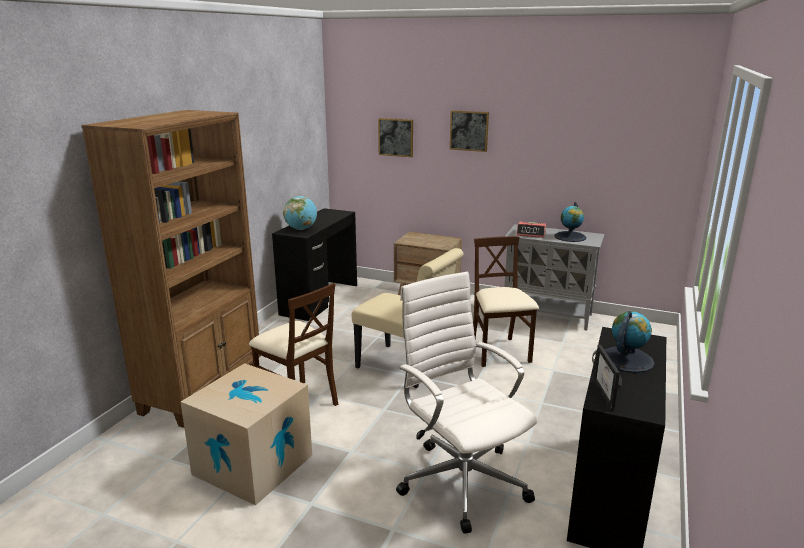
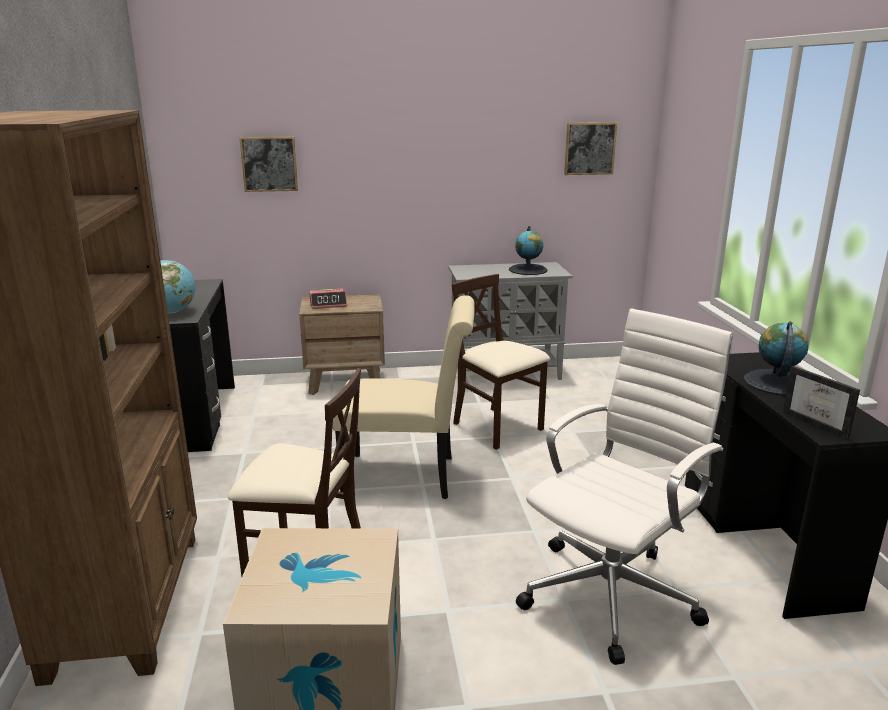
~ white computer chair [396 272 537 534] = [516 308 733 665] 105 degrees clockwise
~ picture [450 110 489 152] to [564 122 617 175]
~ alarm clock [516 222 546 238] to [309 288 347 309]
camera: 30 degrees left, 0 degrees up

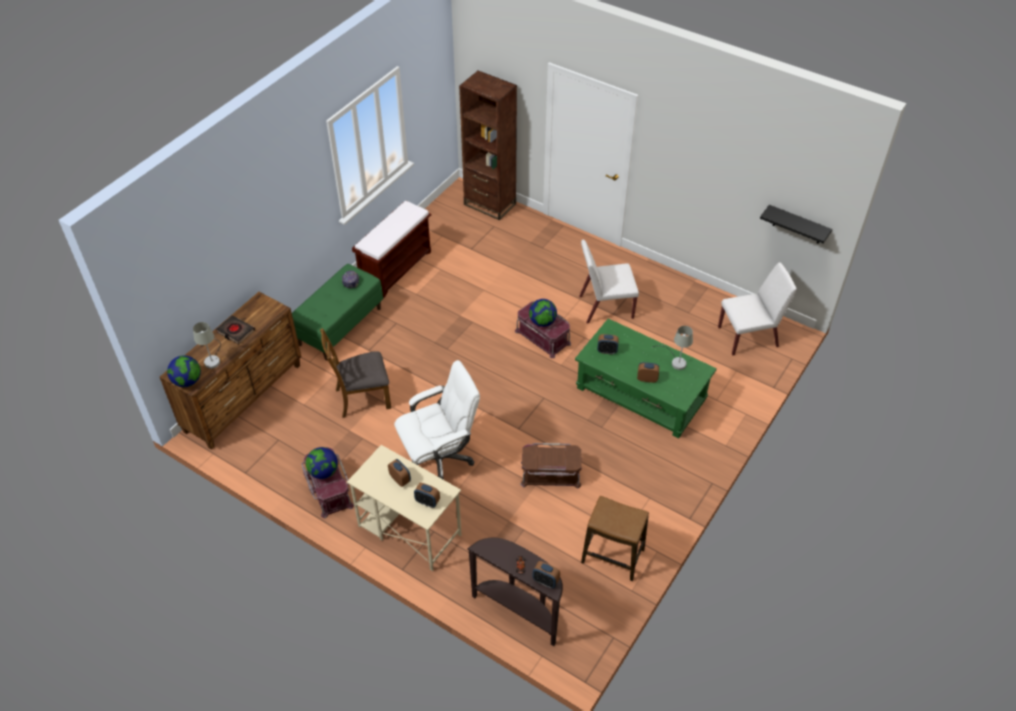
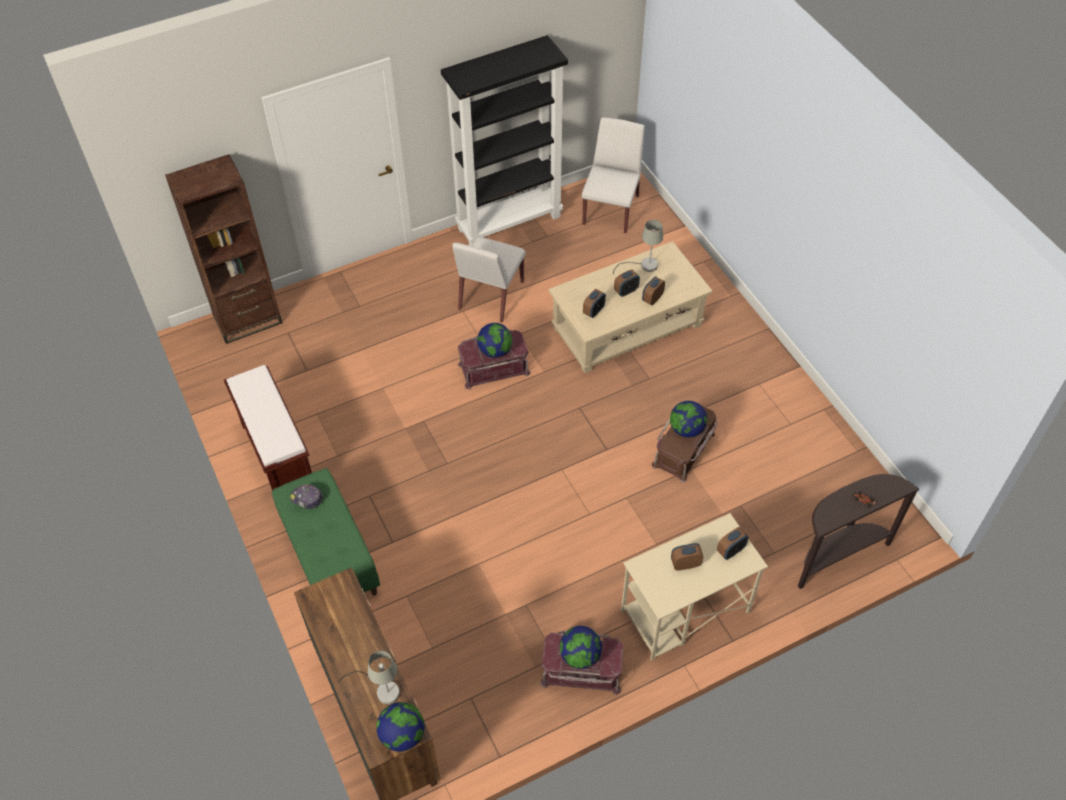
- black volume [216 316 255 344]
- brownish upright chair [320 328 391 418]
- white computer chair [394 360 480 480]
~ alarm clock [533 561 560 588] to [614 269 640 297]
~ greenish low table [575 319 717 438] to beige low table [548 241 713 373]
- sitting stool [581 496 649 581]
- black wall shelf [760 205 832 244]
+ black shelving unit [441 35 568 246]
+ desk globe [670 401 707 438]
camera: 60 degrees left, 5 degrees up

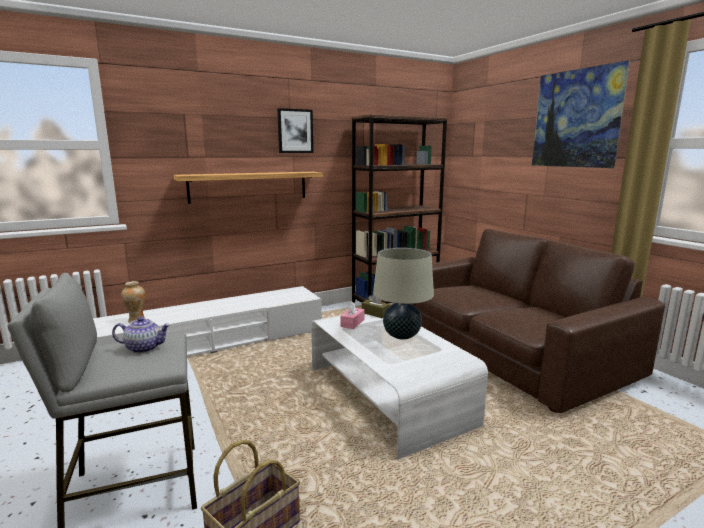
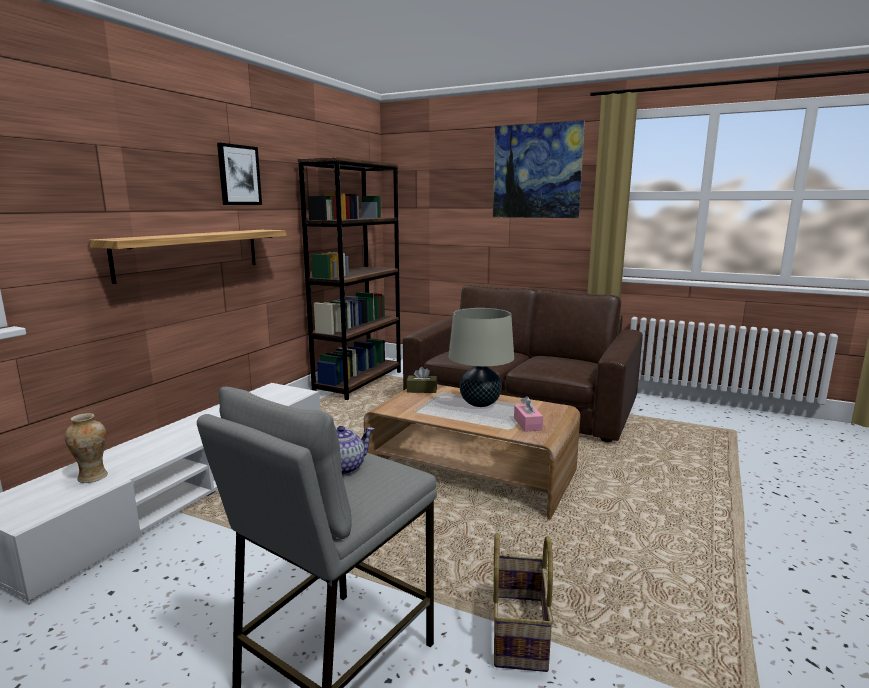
~ white low table [311 314 488 459] to brownish low table [364 385 580 520]
~ pink box of tissues [340 302 365 329] to [514 396 543 432]
camera: 35 degrees left, 0 degrees up

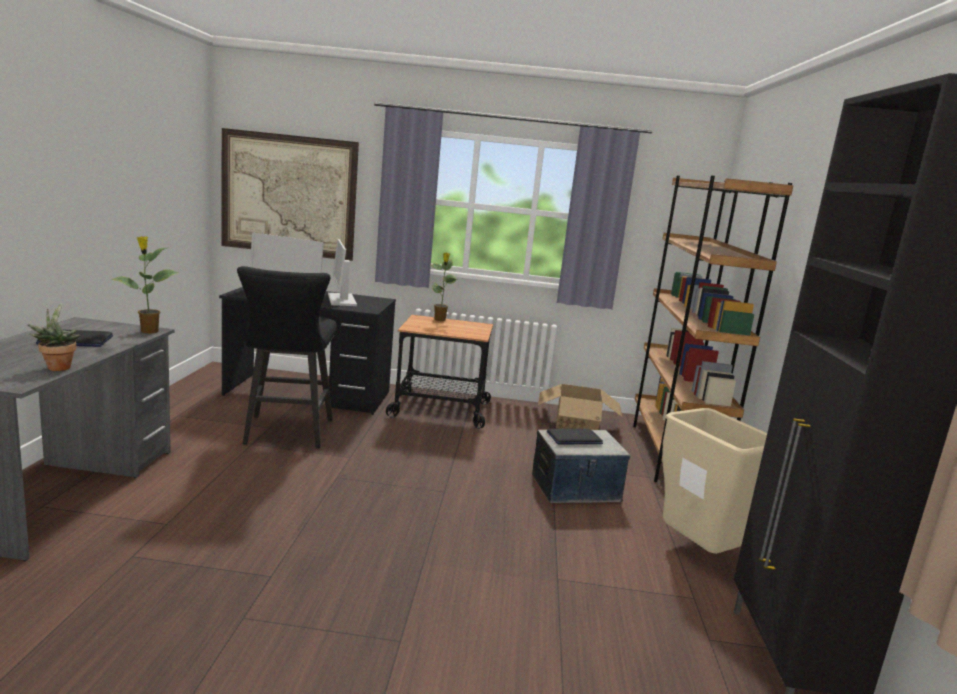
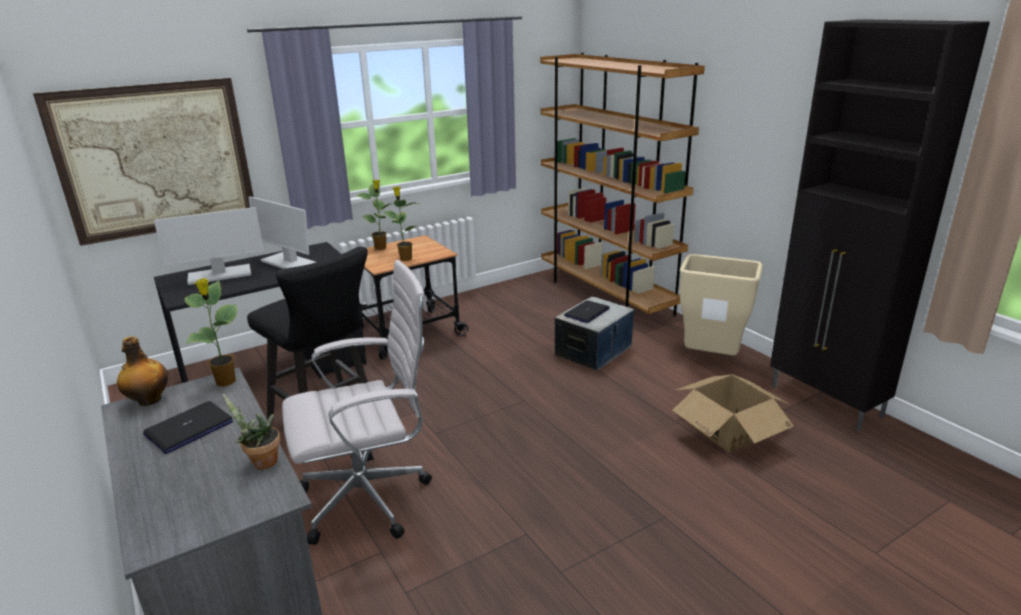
~ packing box [538 384 622 430] to [672 375 794 452]
+ beverage bottle [117 336 168 406]
+ white computer chair [282 260 432 545]
+ plant in a pot [382 186 419 261]
camera: 35 degrees left, 10 degrees up

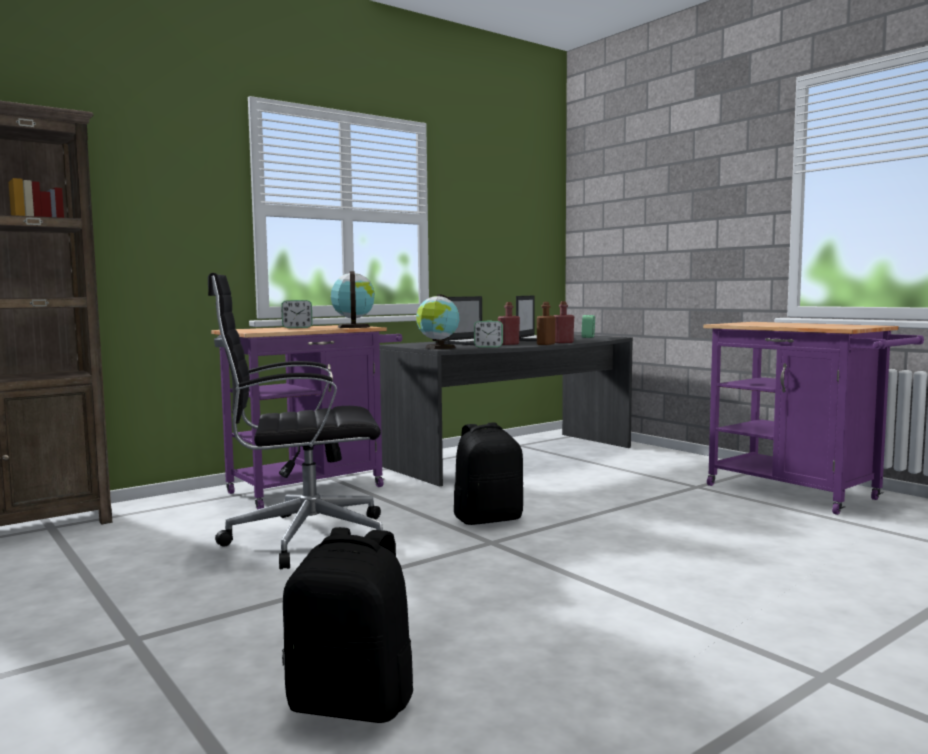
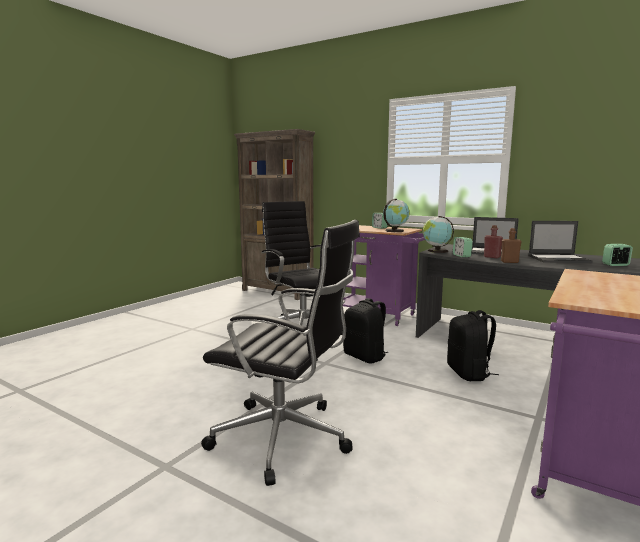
~ black rucksack [282 527 413 723] to [447 310 499 381]
- red-coloured beverage bottle [553 301 574 343]
+ black computer chair [201 220 360 486]
camera: 70 degrees right, 5 degrees up

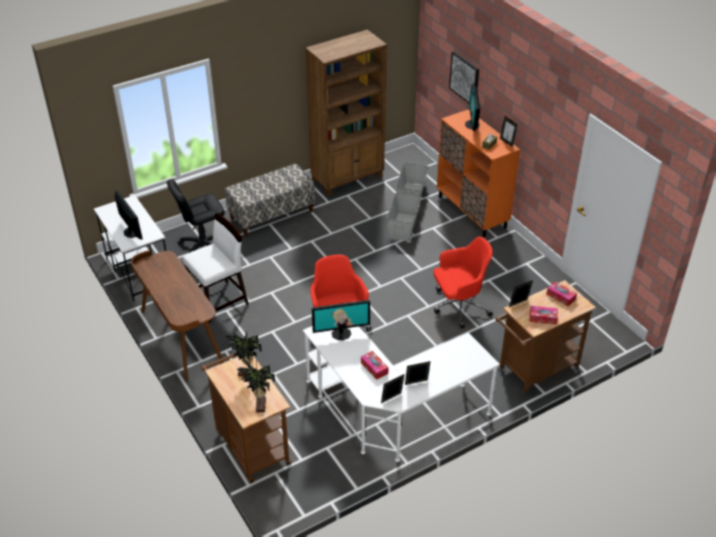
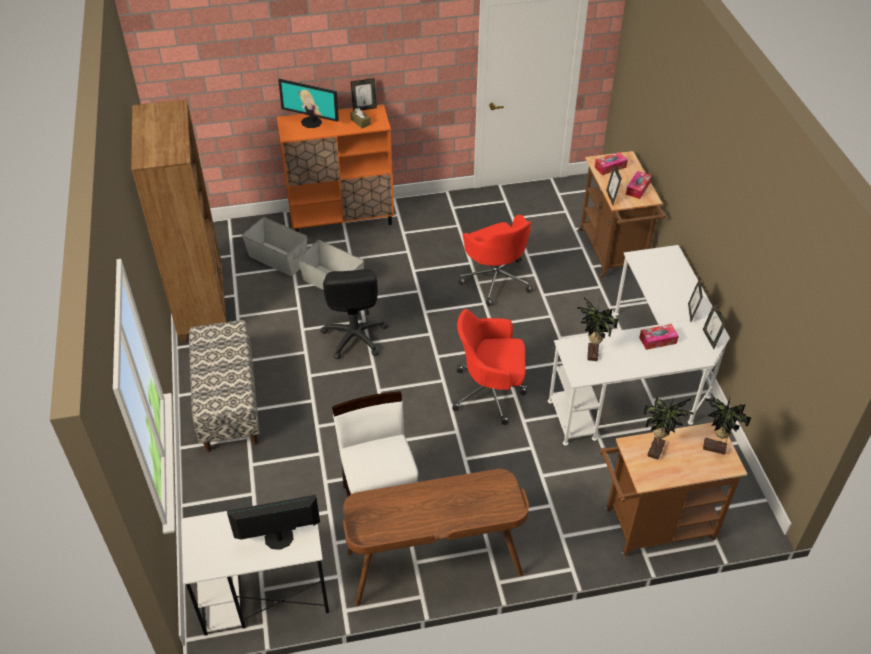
~ black computer chair [167 179 225 253] to [320 269 388 359]
~ computer screen [311 300 370 340] to plant in a pot [577 296 618 361]
~ red-coloured computer chair [433 237 493 329] = [459 214 533 307] 150 degrees clockwise
- picture [449 51 479 103]
camera: 70 degrees left, 5 degrees up

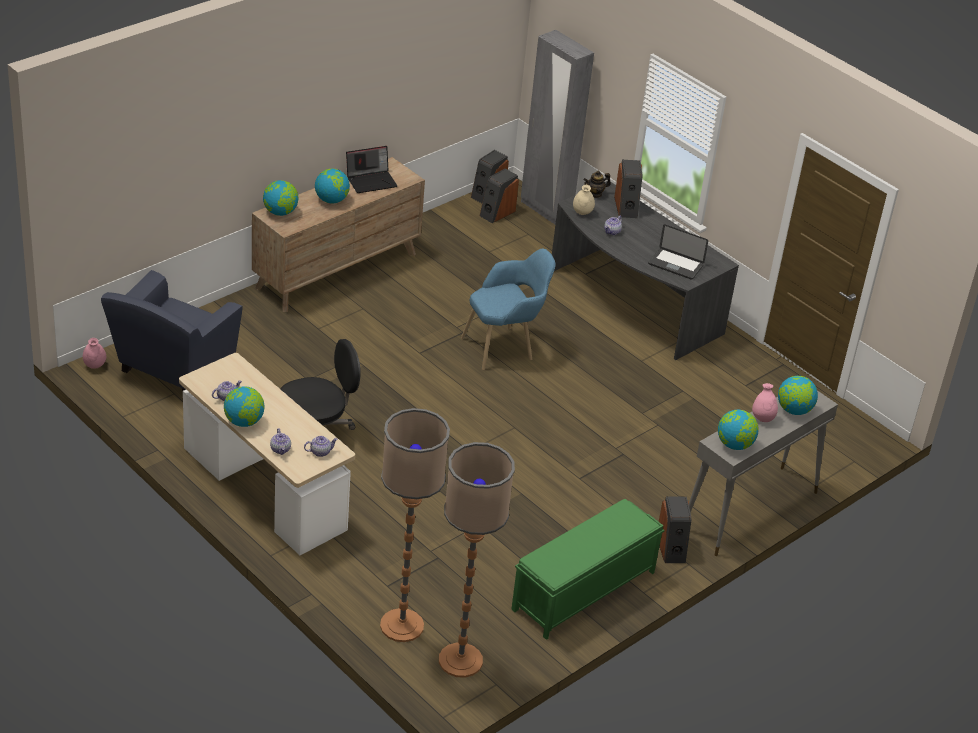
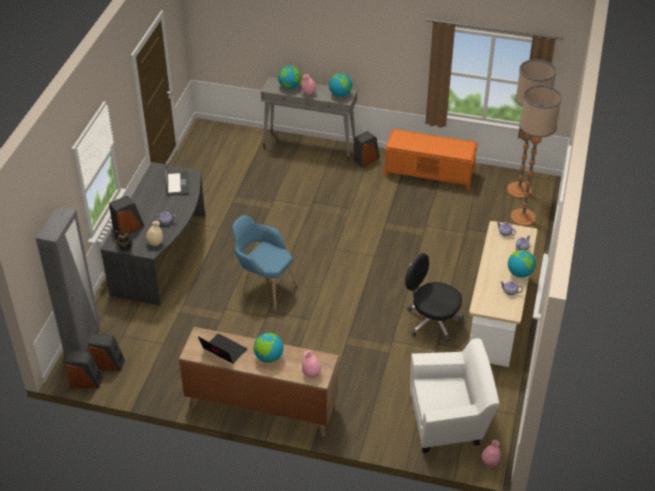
~ blue-coloured lounge chair [101 270 243 391] to white lounge chair [410 338 500 453]
~ desk globe [263 180 298 216] to pink flower vase [302 350 321 378]
~ greenish indoor bench [511 499 664 640] to orange-coloured indoor bench [385 129 478 190]
camera: 120 degrees left, 5 degrees up

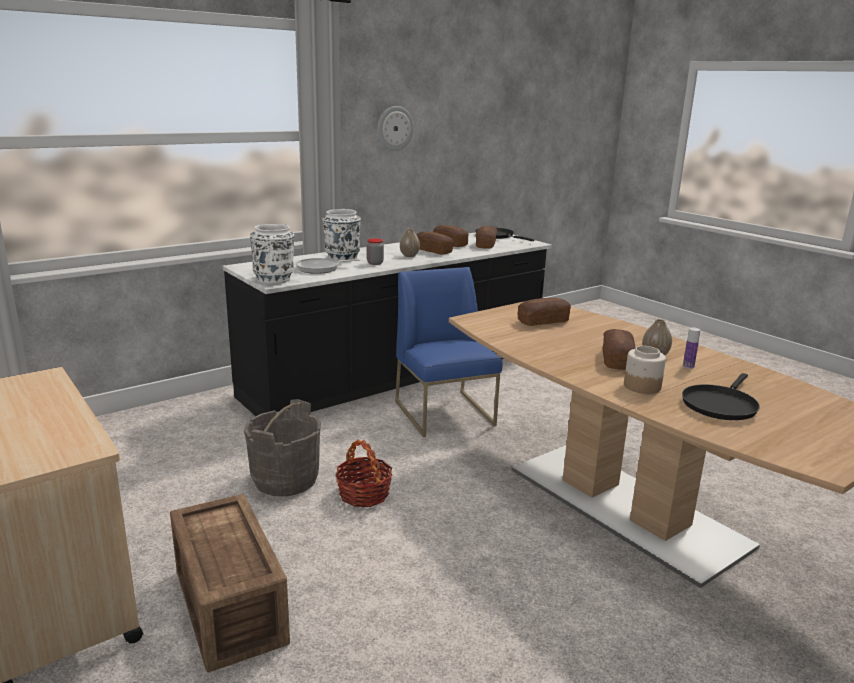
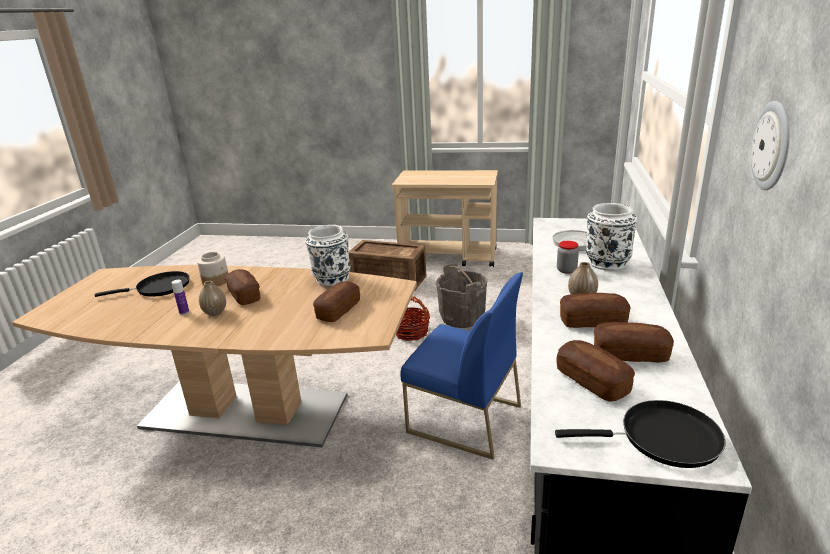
~ white flower vase [250 224 294 284] to [305 225 351 286]
~ black frying pan [682 373 760 420] = [95 271 190 297] 75 degrees clockwise
camera: 140 degrees right, 5 degrees up

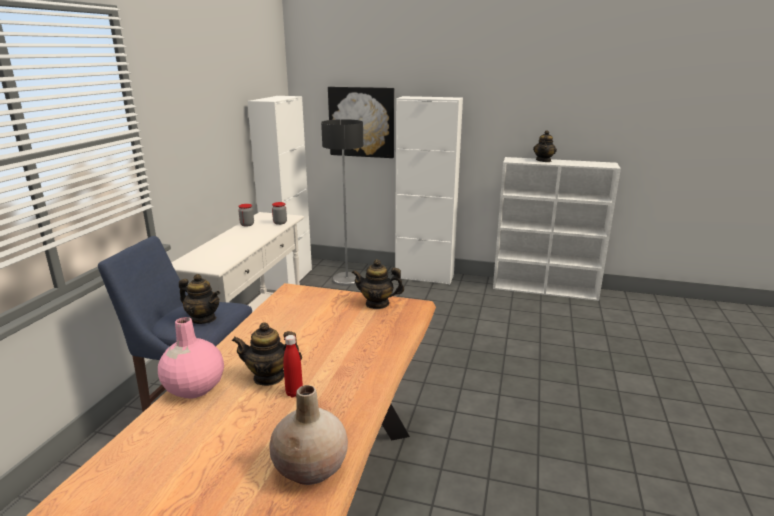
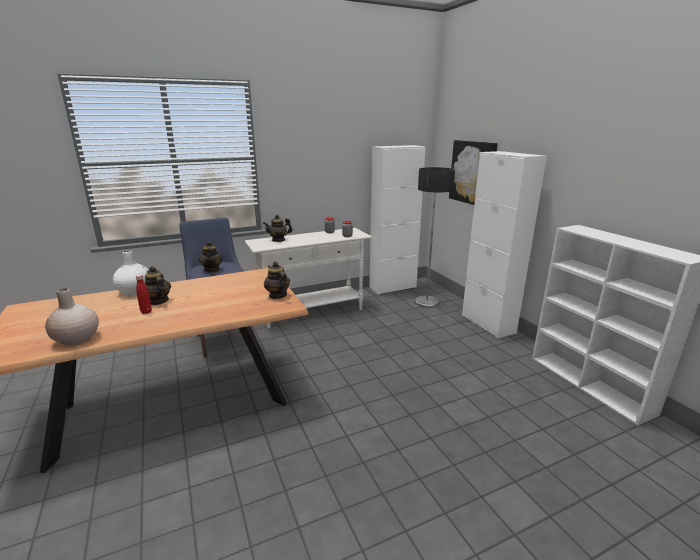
~ pink flower vase [158 317 224 398] to white flower vase [113 250 149 296]
~ pot for tea [533 130 557 162] to [263 215 292 242]
camera: 50 degrees right, 0 degrees up

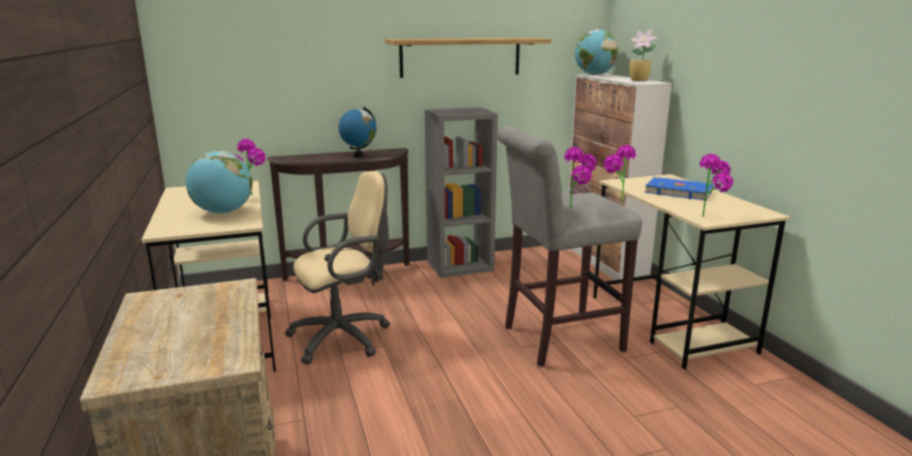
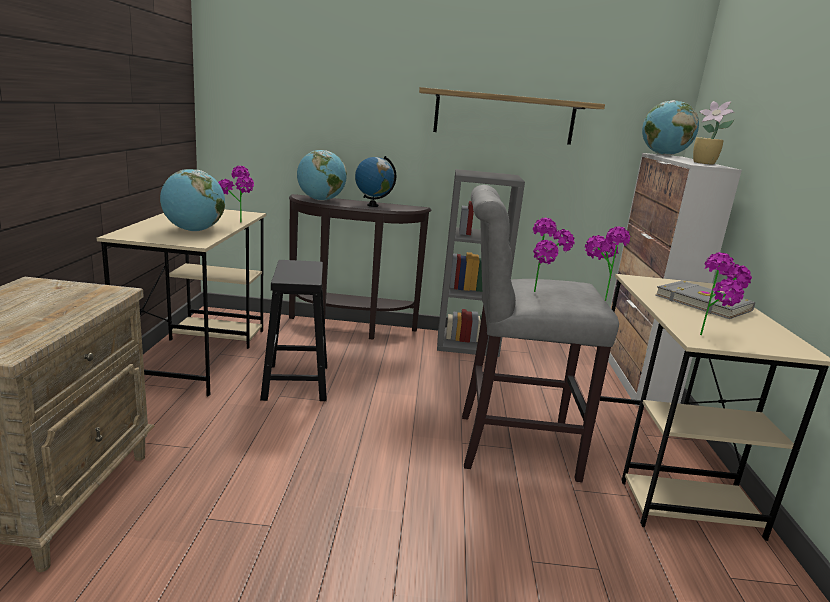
~ beige computer chair [285 171 390 365] to black sitting stool [260 260 327 401]
~ blue-coloured volume [644 177 713 200] to grey volume [655 281 755 319]
+ desk globe [297 150 347 201]
camera: 20 degrees right, 0 degrees up

